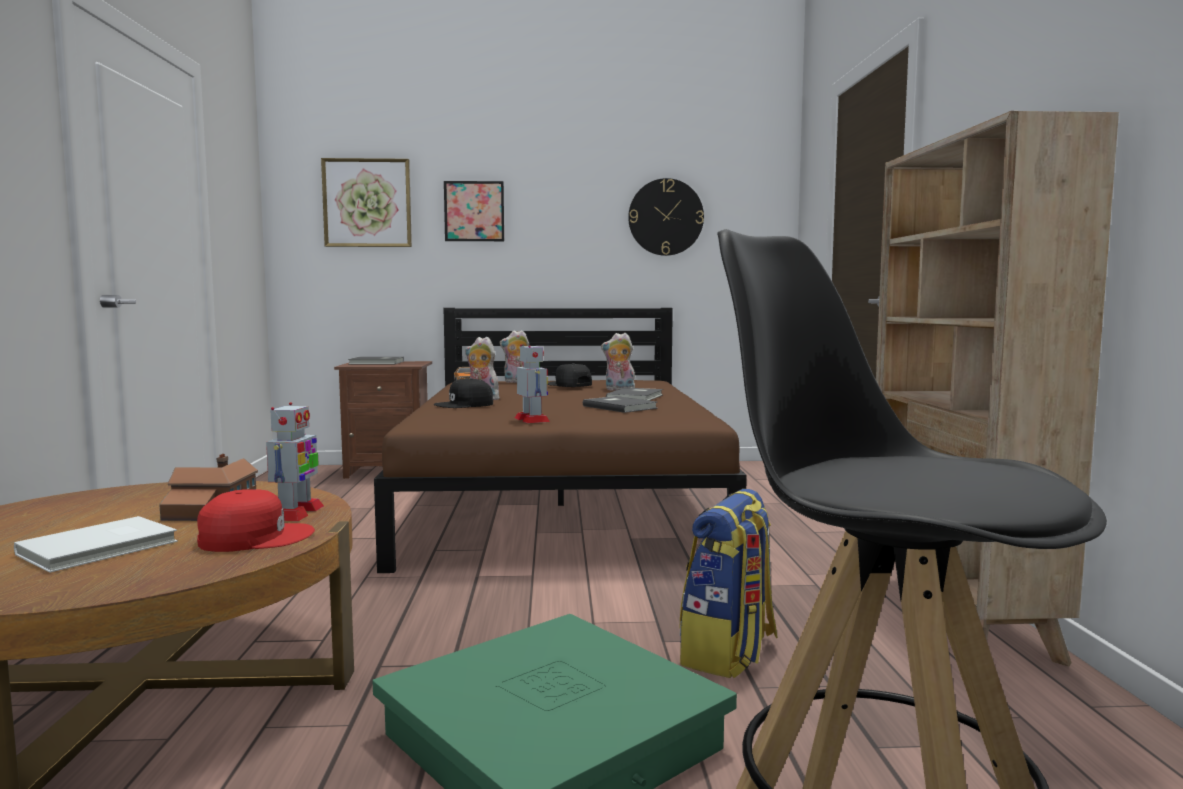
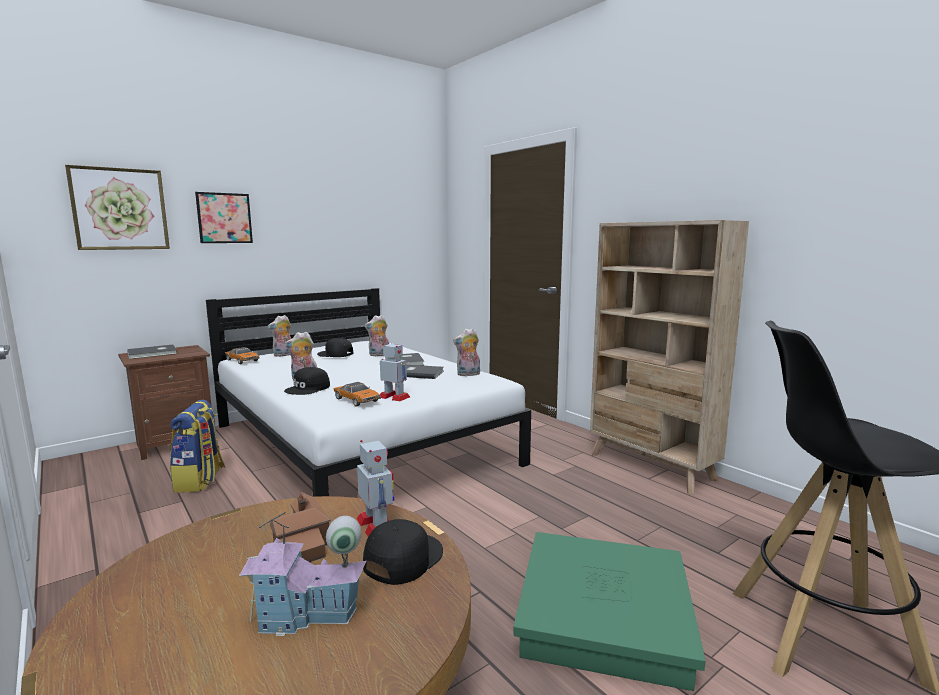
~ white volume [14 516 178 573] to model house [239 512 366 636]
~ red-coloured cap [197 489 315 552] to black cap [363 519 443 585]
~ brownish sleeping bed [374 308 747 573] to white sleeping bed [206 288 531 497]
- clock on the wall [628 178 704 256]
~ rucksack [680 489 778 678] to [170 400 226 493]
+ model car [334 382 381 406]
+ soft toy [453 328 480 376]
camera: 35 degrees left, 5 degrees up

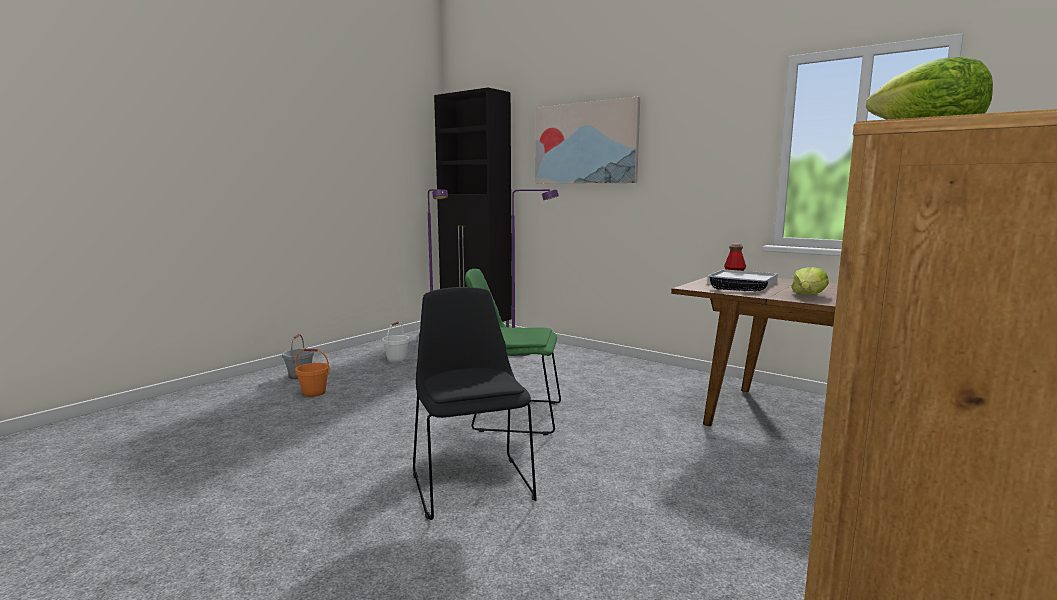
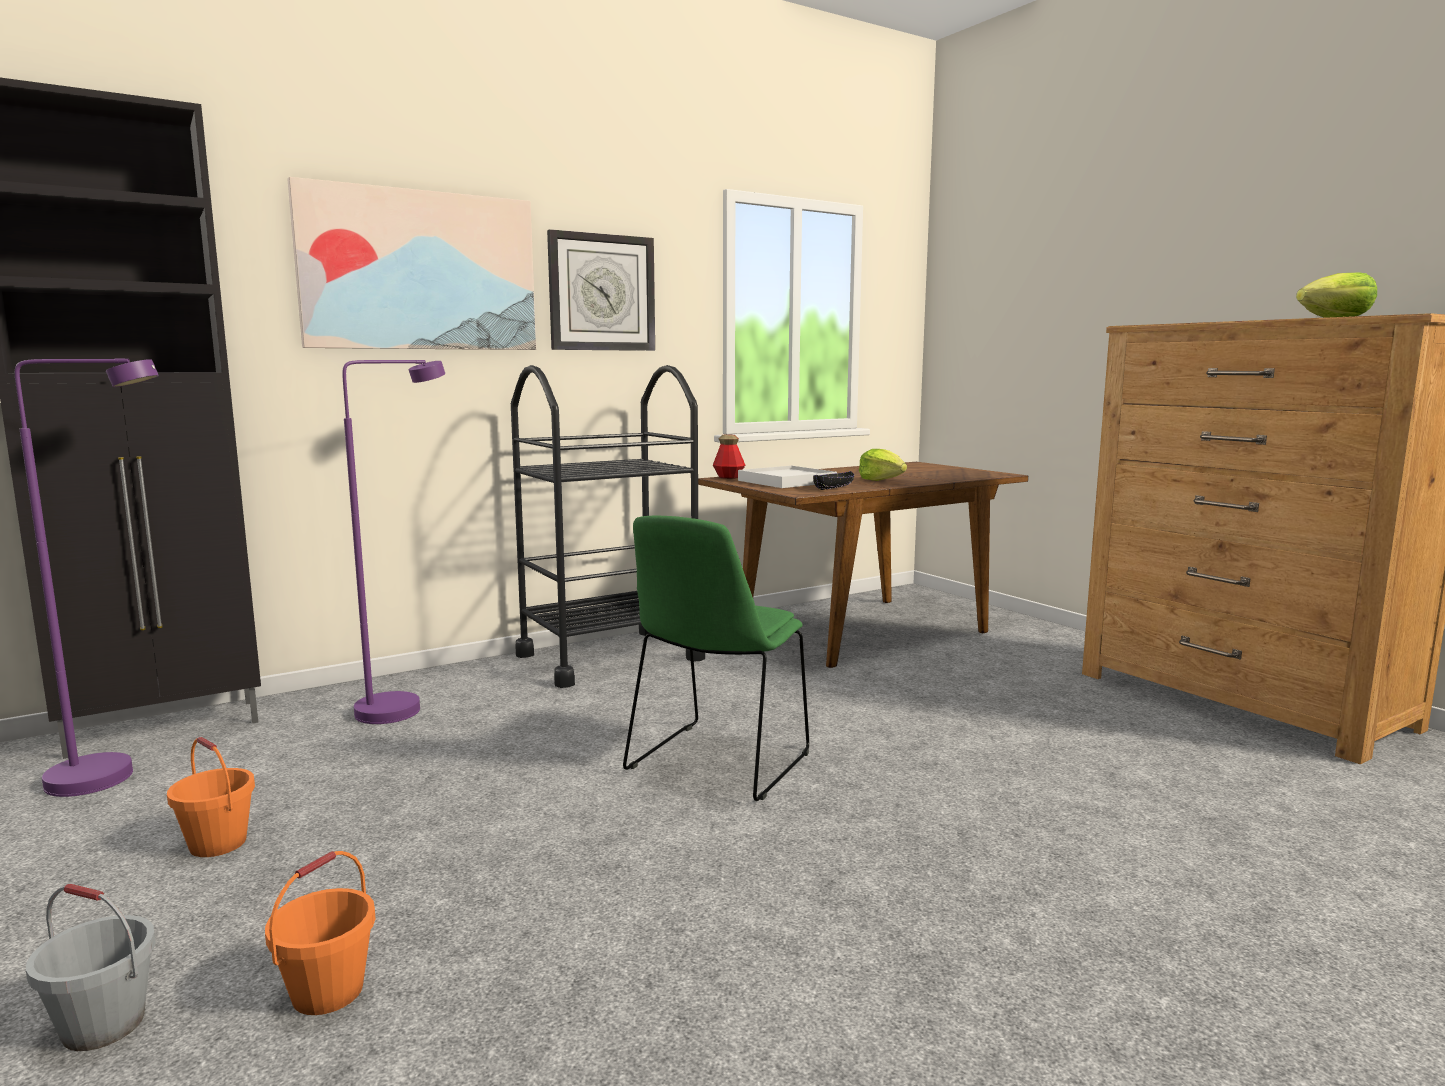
~ white pail [382 321 410 363] to orange-coloured pail [167 737 255 857]
- black upright chair [413 287 537 520]
+ black trolley [511 365 705 688]
+ clock on the wall [547 229 655 351]
camera: 70 degrees left, 0 degrees up

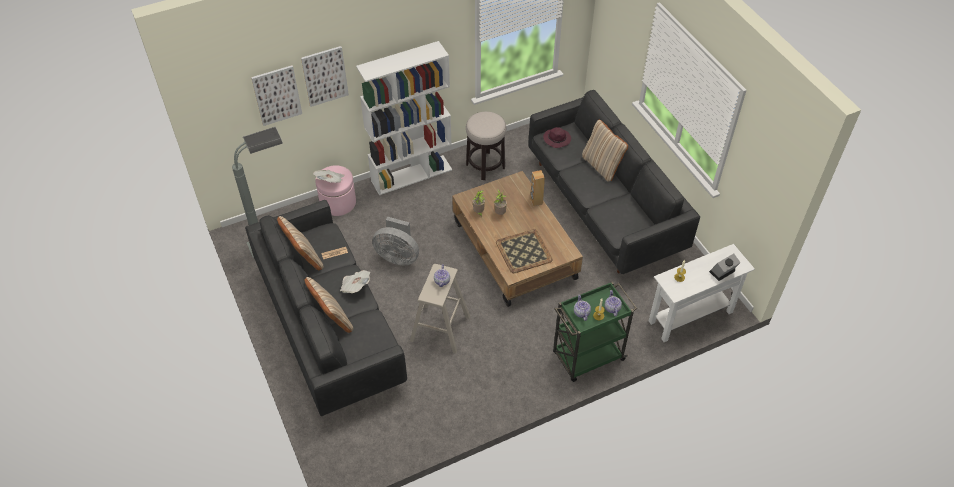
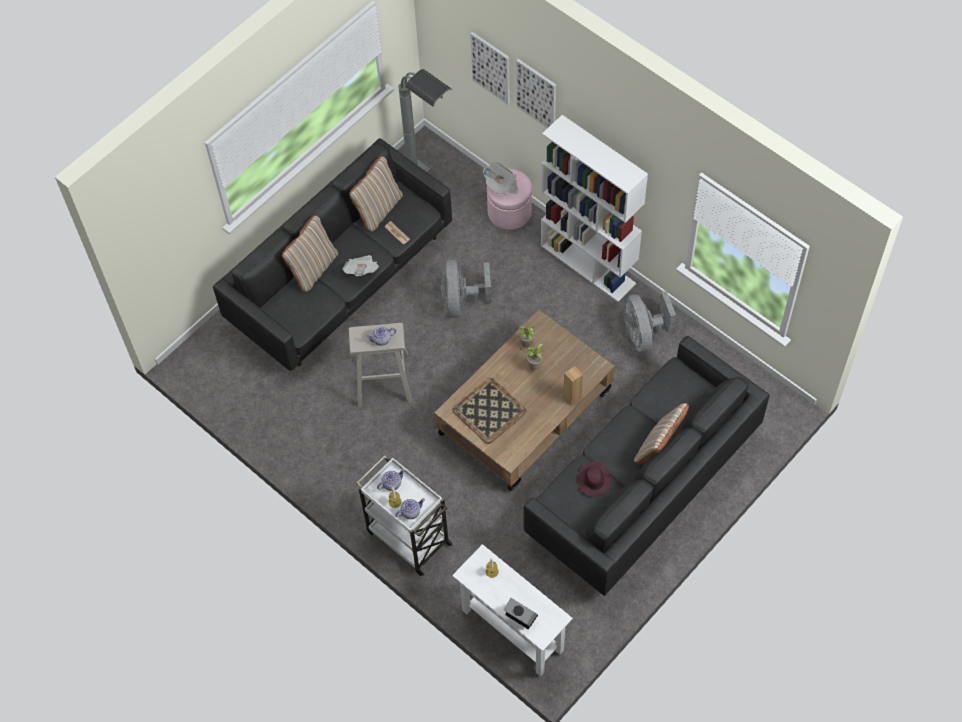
~ sitting stool [466 111 506 180] to grey electric fan [624 291 676 352]
~ purple hat [543 127 571 148] to [577 462 612 497]
~ greenish trolley [553 281 637 382] to white trolley [356 455 453 576]
camera: 70 degrees right, 10 degrees up

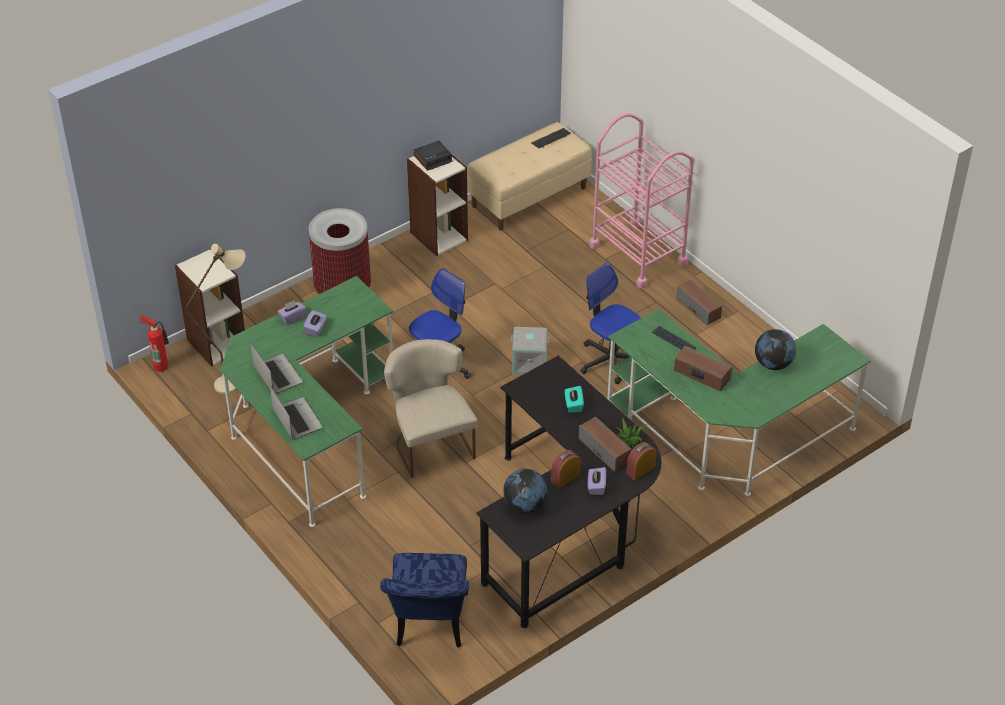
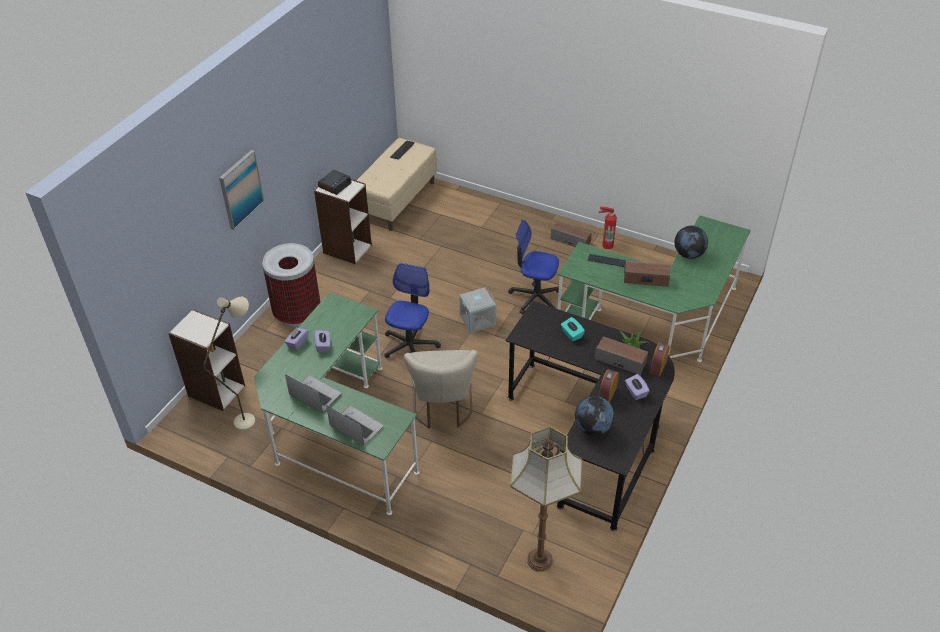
~ extinguisher [140 315 169 372] to [599 207 617 249]
~ blue-coloured upright chair [380 553 469 648] to standard lamp [510 426 582 572]
~ beige upright chair [384 339 477 478] = [404 350 478 429] 135 degrees counterclockwise
- pink trolley [589 113 694 289]
+ picture [219 150 264 230]
camera: 25 degrees left, 0 degrees up

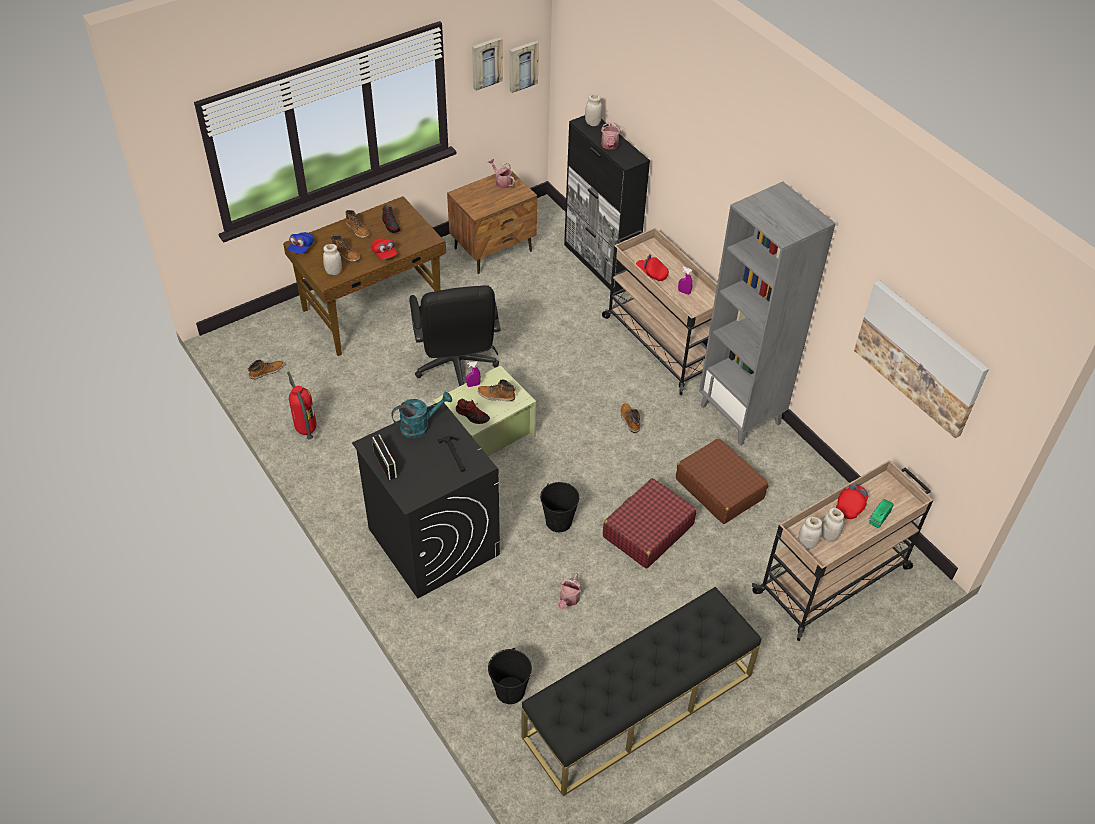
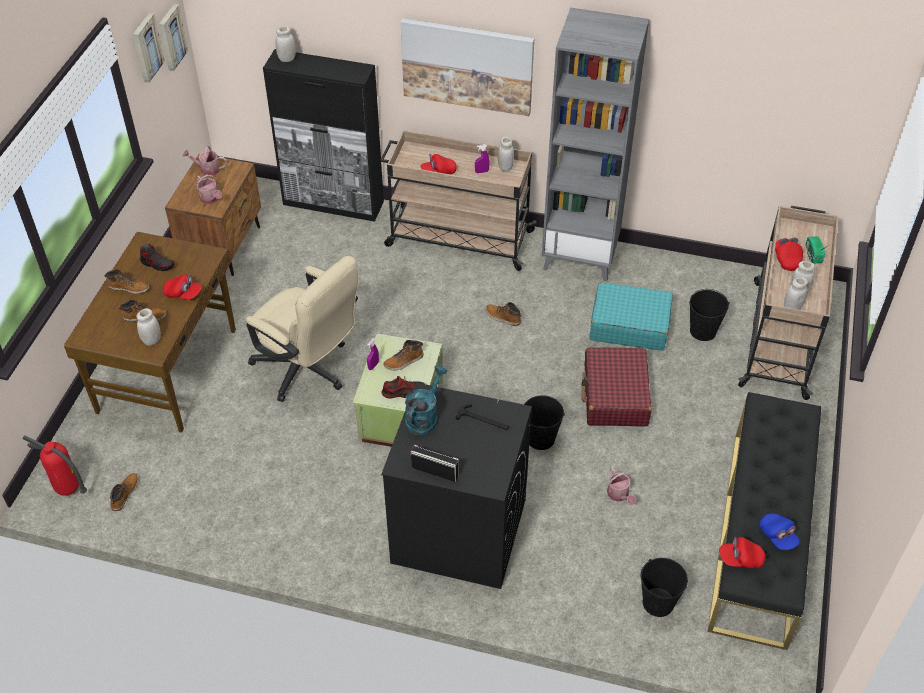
~ extinguisher [287 371 316 439] to [22 435 87 496]
~ blue-coloured cap [288 232 314 253] to [760 513 800 550]
~ black computer chair [409 285 501 387] to beige computer chair [246 256 359 402]
~ sprinkling can [601 122 621 149] to [197 175 222 204]
~ brownish travel case [676 438 769 524] to turquoise-coloured travel case [589 282 673 351]
~ picture [854 280 989 438] to [401 18 534 116]
+ white jar [498 137 514 172]
+ black pail [689 289 730 341]
+ red-coloured cap [719 537 766 568]
camera: 40 degrees left, 0 degrees up

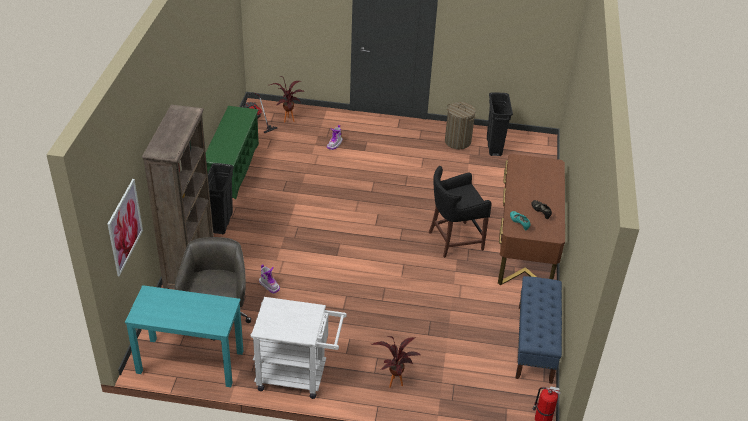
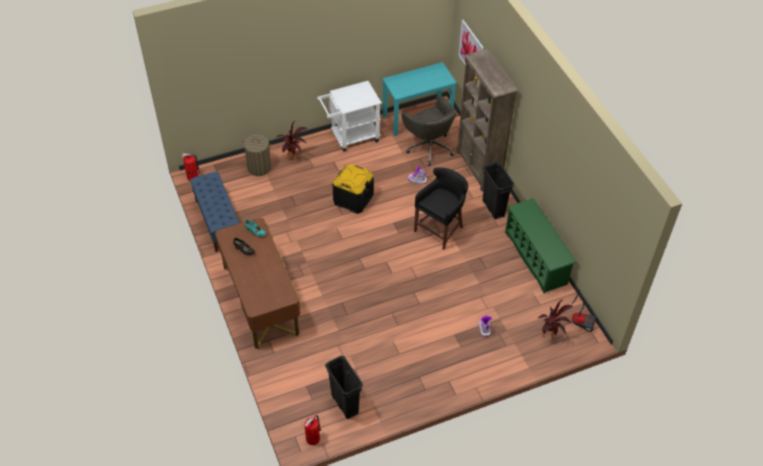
~ black sitting stool [429 166 492 258] to [414 167 468 250]
~ washing basket [445 102 476 149] to [241 135 272 176]
+ extinguisher [304 415 321 445]
+ black storage box [333 164 374 214]
camera: 150 degrees right, 10 degrees up

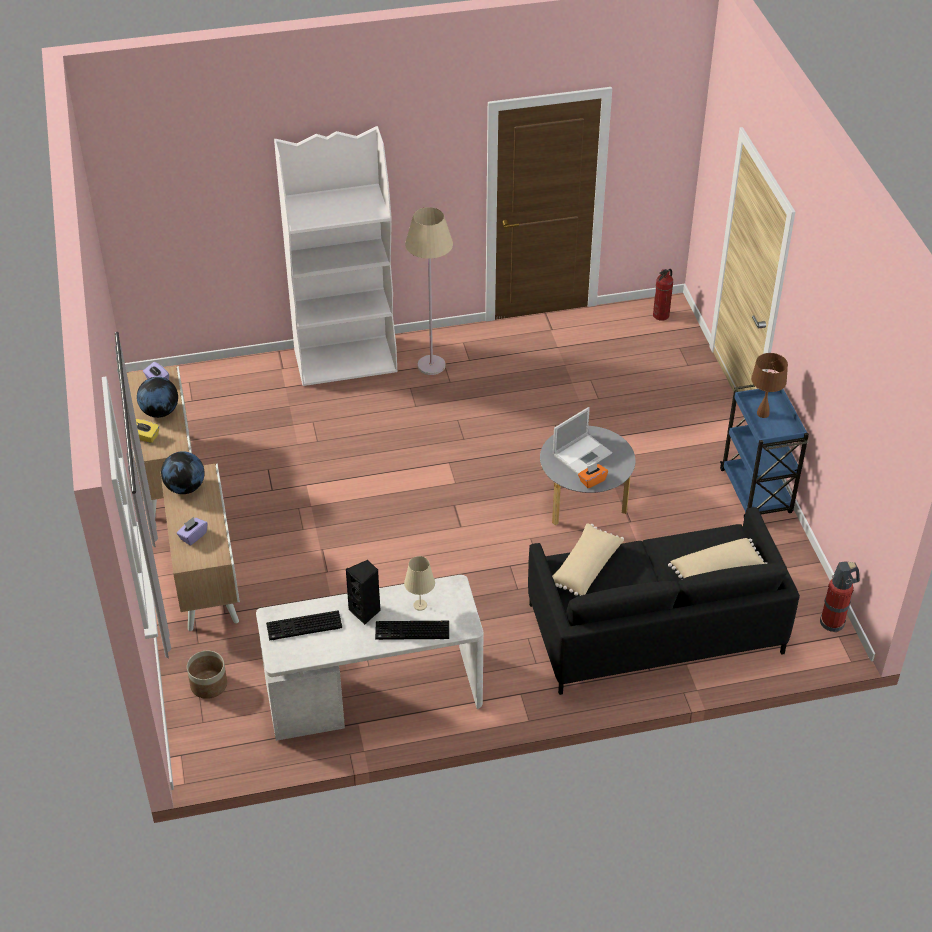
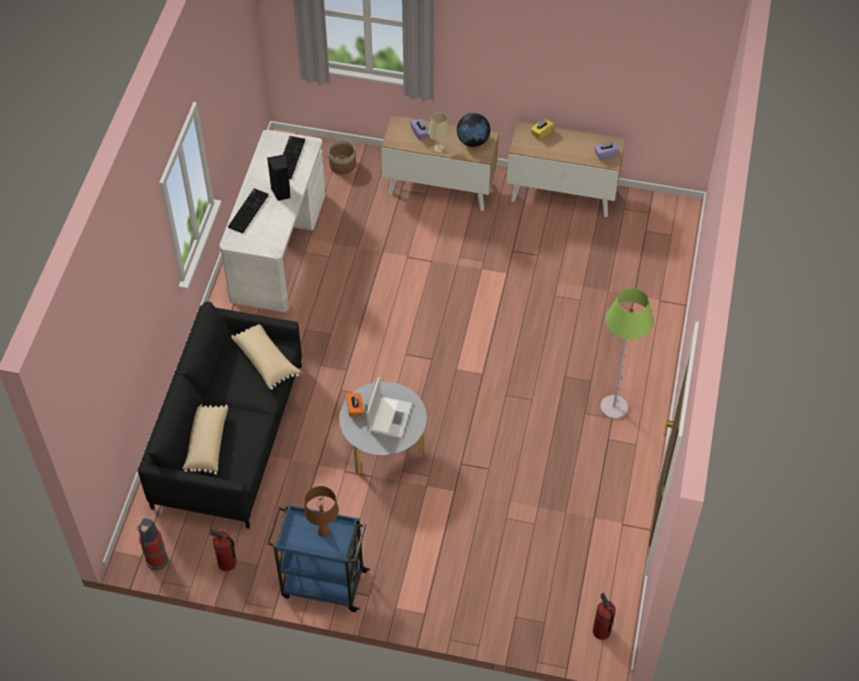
- desk globe [137 377 178 418]
- white shelving unit [274 126 397 386]
~ beige tabletop lamp [404 556 435 611] to [428 112 450 153]
~ beige standard lamp [405 207 453 375] to greenish standard lamp [600 288 653 419]
~ portable computer [553 407 612 474] = [366 378 412 439] 150 degrees counterclockwise
+ extinguisher [209 529 237 571]
camera: 115 degrees right, 10 degrees up

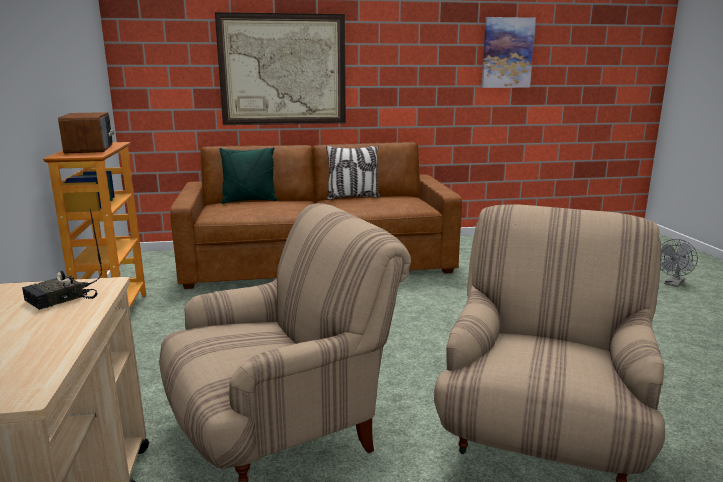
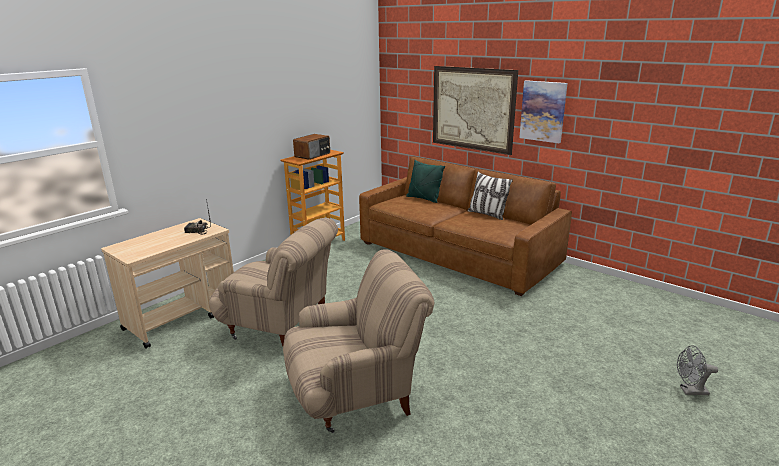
~ picture [482 17 536 88] to [519 80 567 143]
camera: 50 degrees right, 5 degrees up

